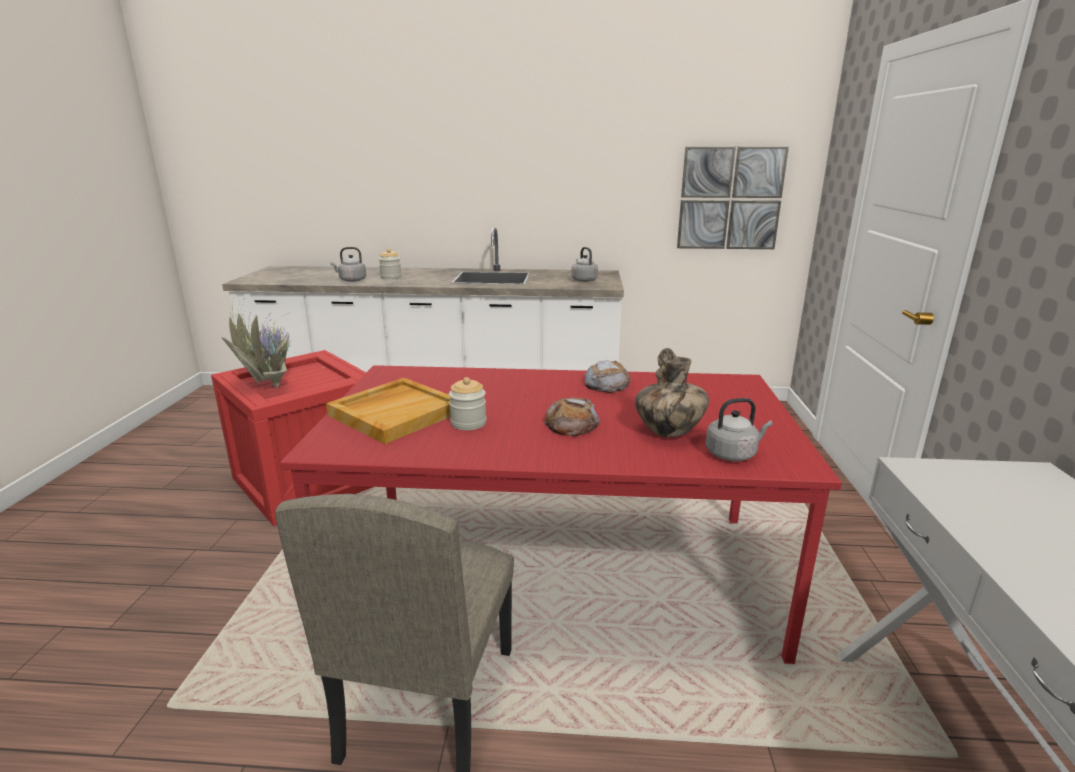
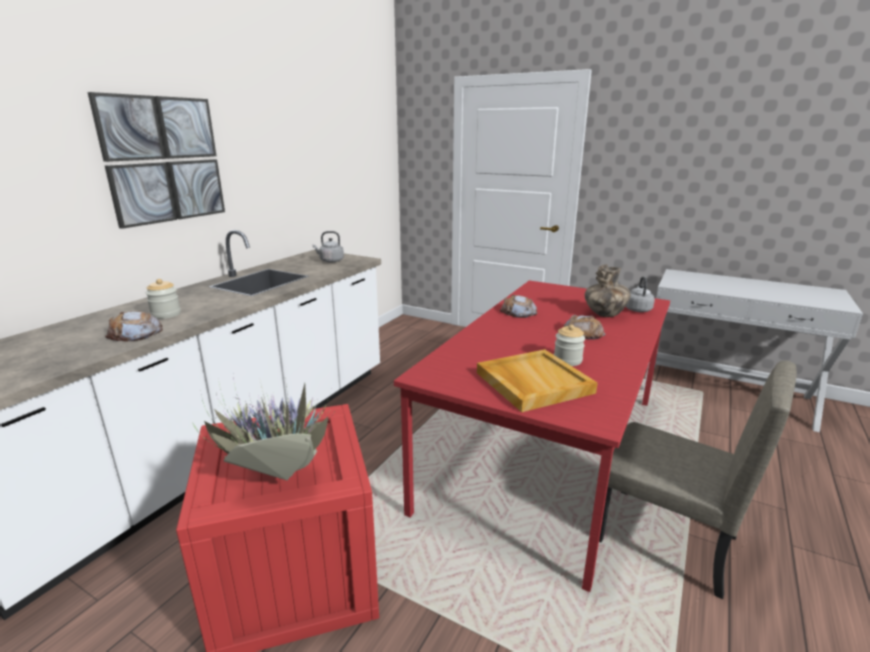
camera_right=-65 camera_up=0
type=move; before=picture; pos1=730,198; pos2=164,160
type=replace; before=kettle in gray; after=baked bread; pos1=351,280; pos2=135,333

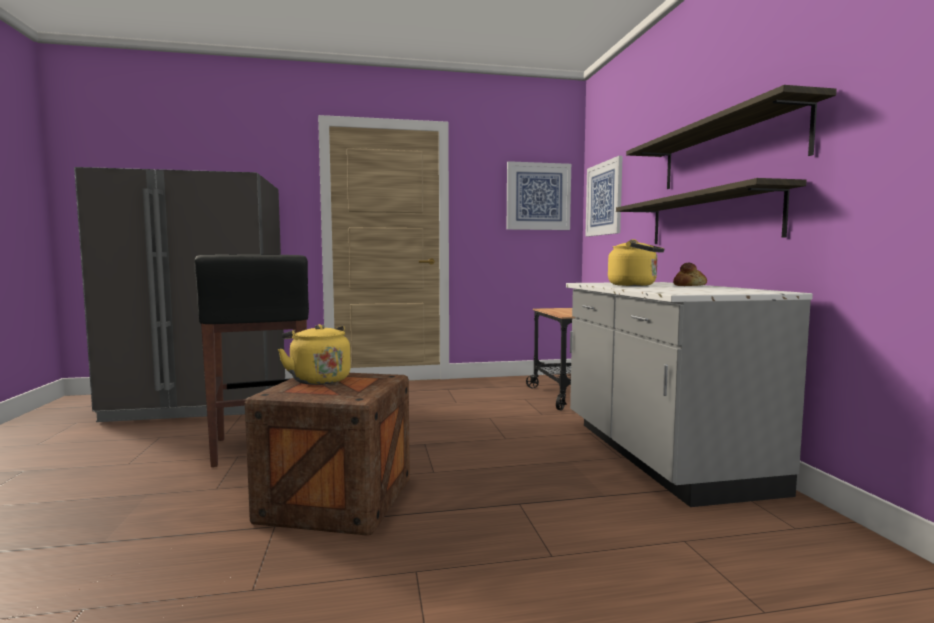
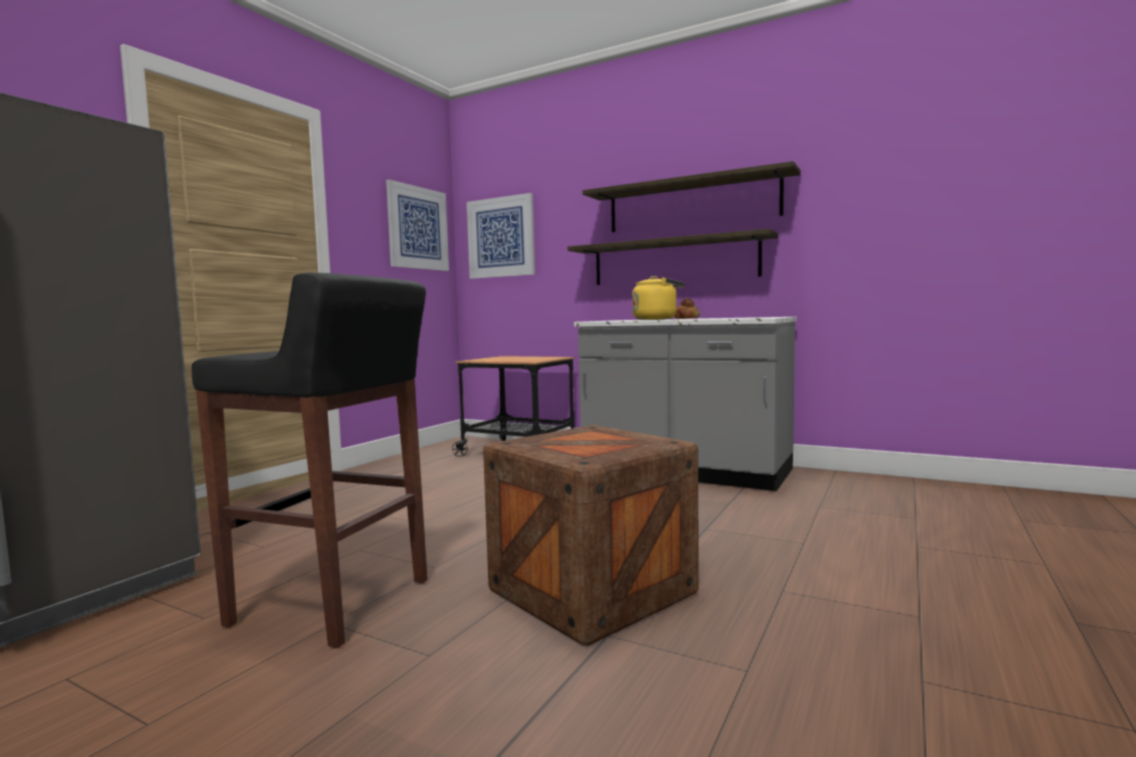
camera_right=-50 camera_up=0
type=delete; before=kettle in yellowish; pos1=318,380

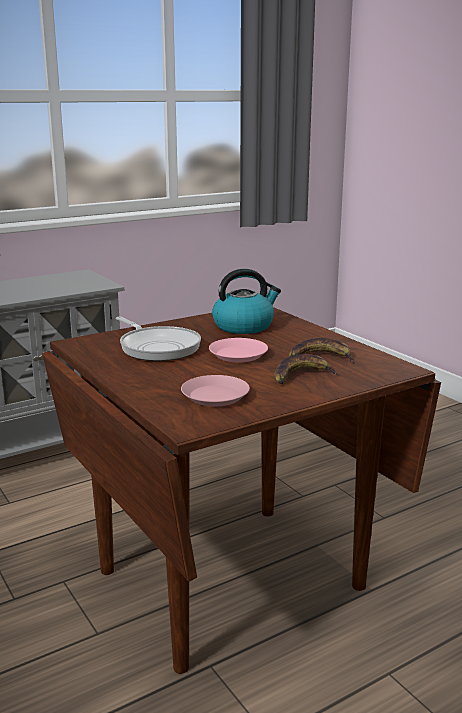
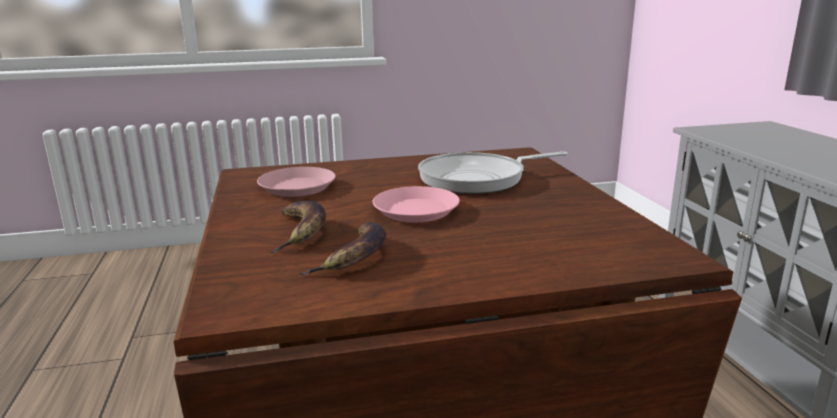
camera_right=110 camera_up=0
type=delete; before=kettle; pos1=244,326

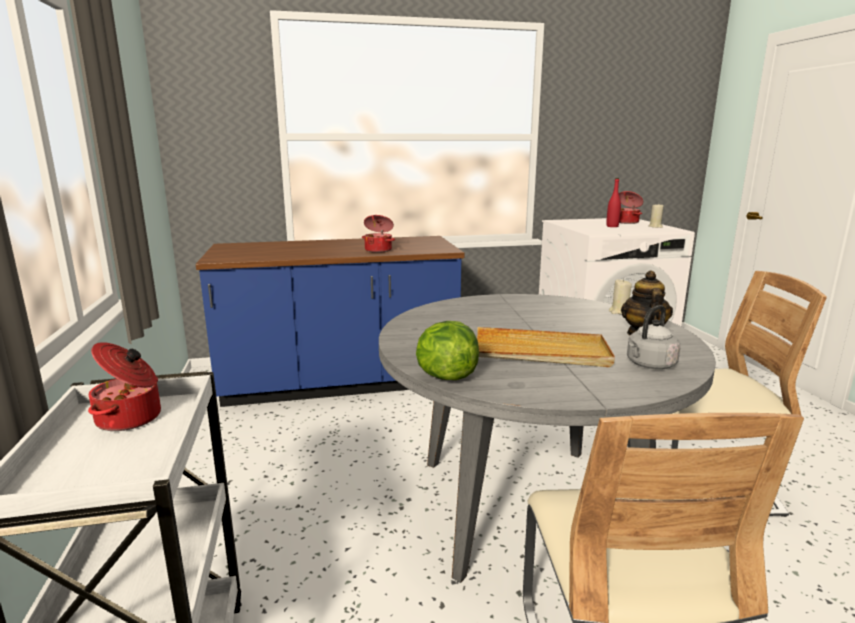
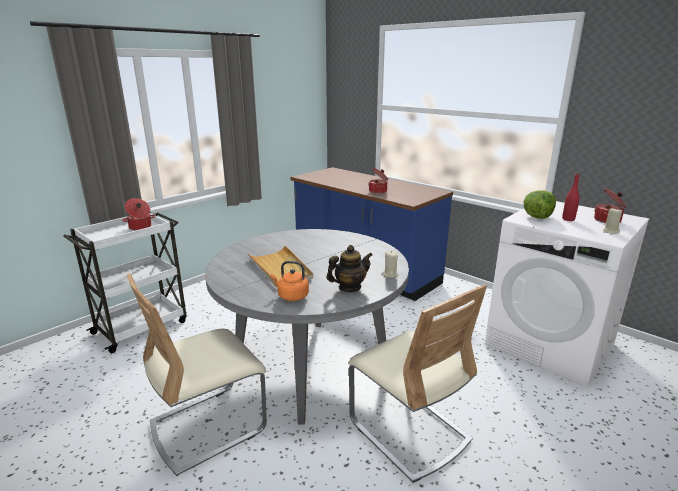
camera_right=55 camera_up=5
type=move; before=head of lettuce; pos1=446,376; pos2=537,217
type=recolor; before=kettle in gray; after=kettle in orange; pos1=649,365; pos2=291,296

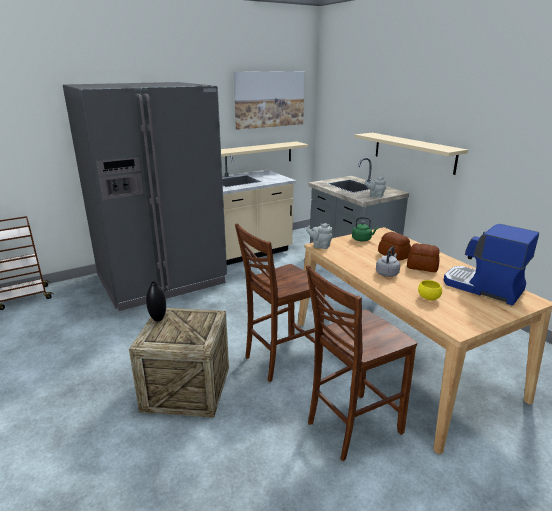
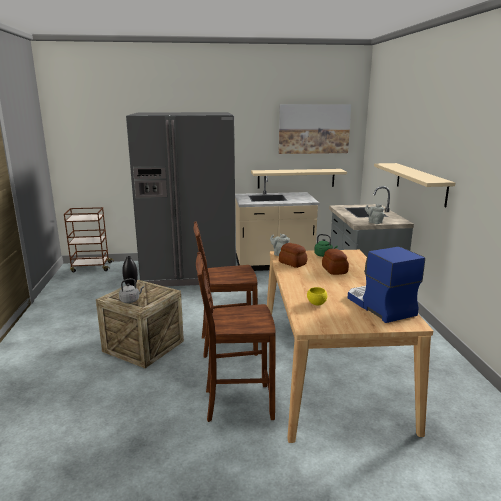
camera_right=25 camera_up=-5
type=move; before=kettle in gray; pos1=387,273; pos2=130,300
type=move; before=baked bread; pos1=422,267; pos2=292,263

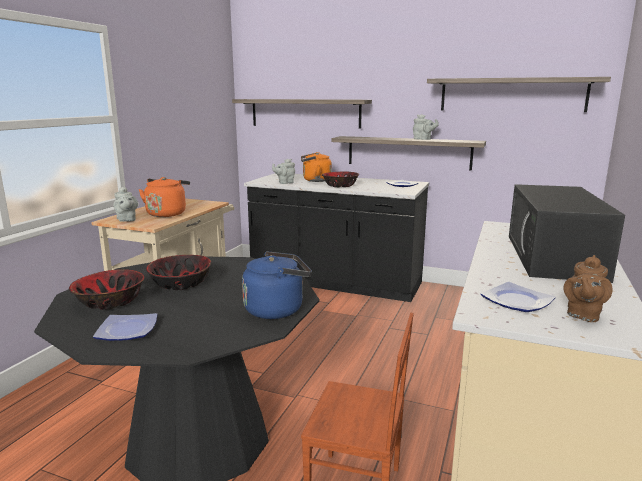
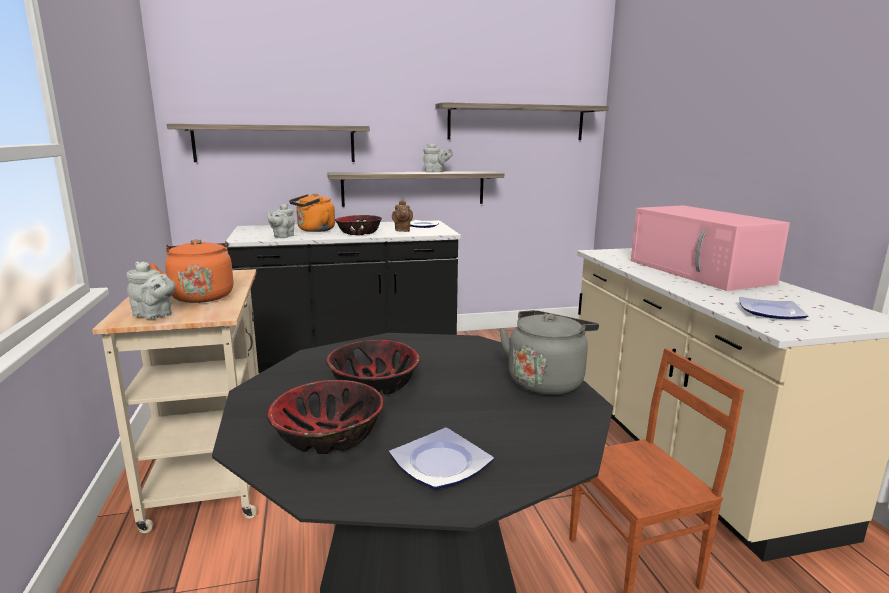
camera_right=-35 camera_up=0
type=move; before=teapot in brown; pos1=582,315; pos2=402,230
type=recolor; before=kettle in bluish; after=kettle in gray; pos1=277,309; pos2=546,381
type=recolor; before=microwave oven in black; after=microwave oven in pink-coloured; pos1=554,257; pos2=700,272

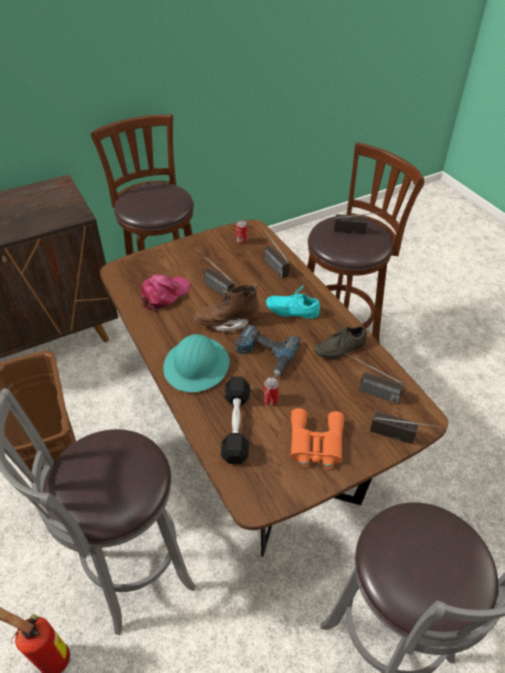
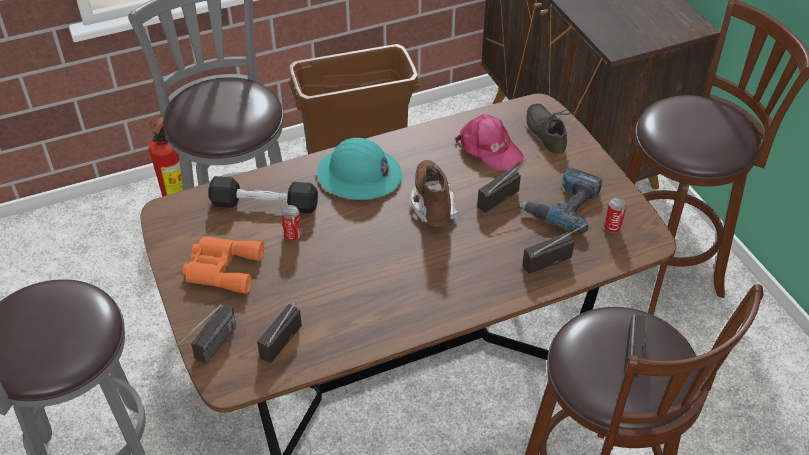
camera_right=95 camera_up=0
type=delete; before=item of footwear in blue-green; pos1=292,309
type=move; before=drill; pos1=264,354; pos2=563,204
type=move; before=item of footwear in gray; pos1=338,347; pos2=547,132

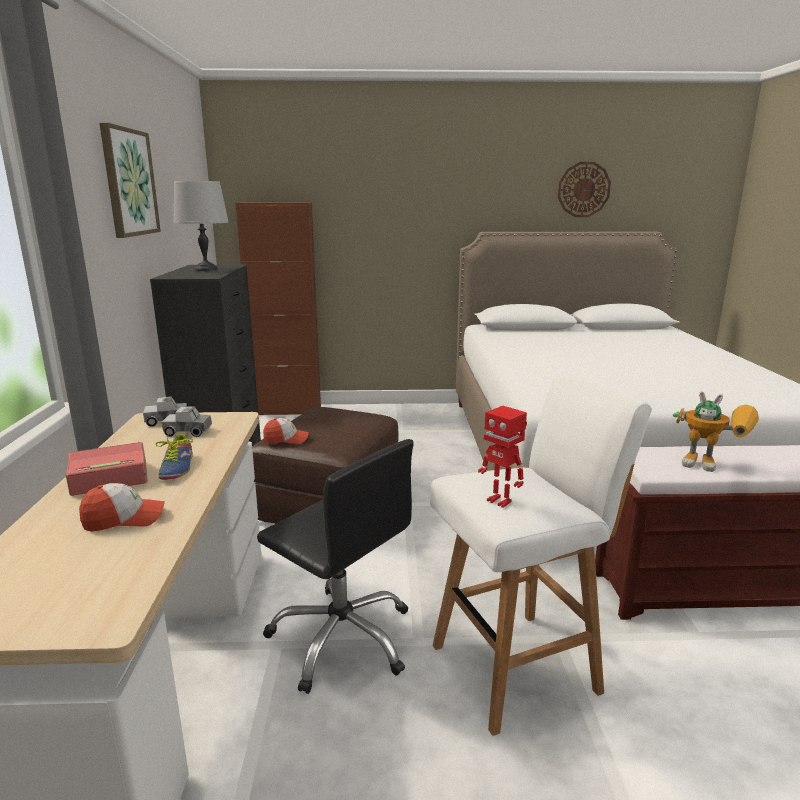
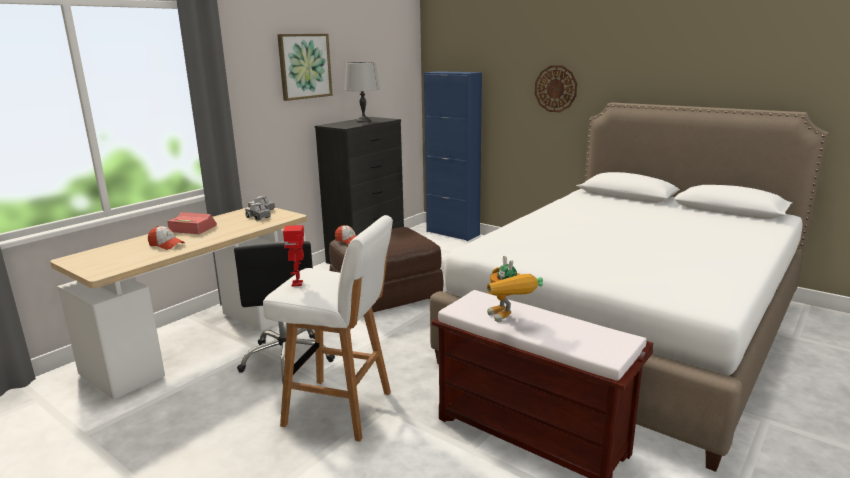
camera_right=40 camera_up=0
type=delete; before=item of footwear; pos1=174,468
type=move; before=hanging clock; pos1=583,189; pos2=555,88
type=recolor; before=cabinet in brown; after=cabinet in bluish; pos1=287,410; pos2=452,233

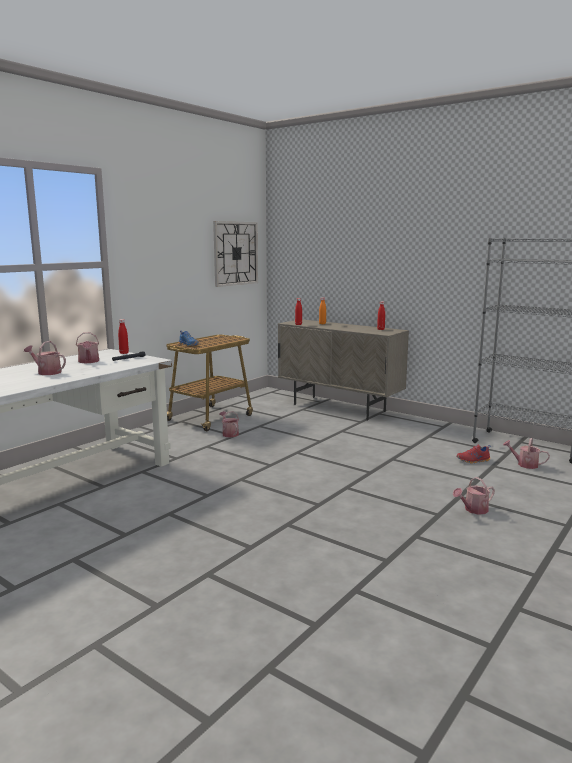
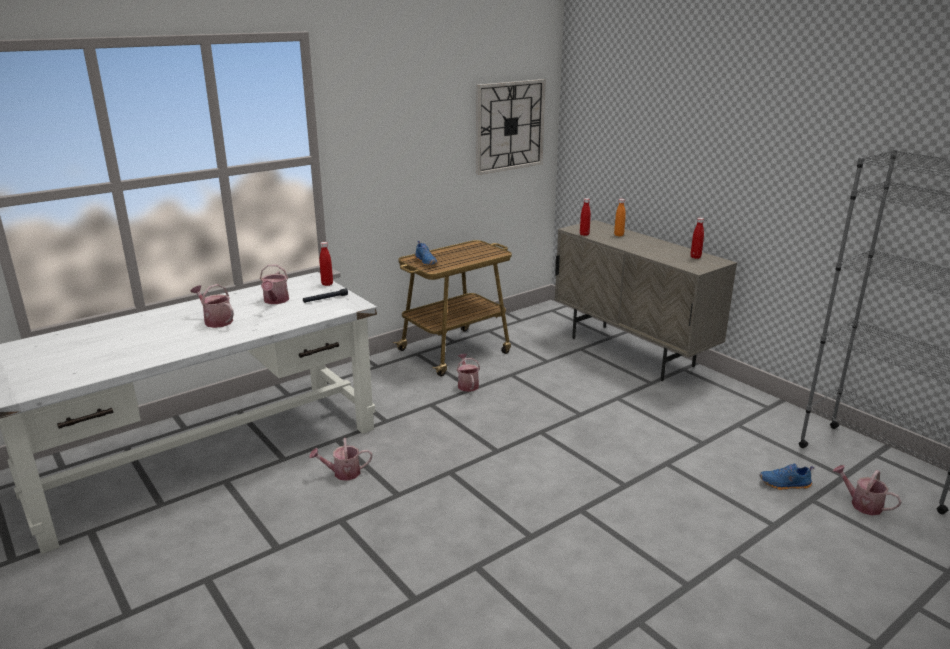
camera_right=15 camera_up=10
type=move; before=watering can; pos1=473,510; pos2=342,473
type=recolor; before=item of footwear in red-coloured; after=item of footwear in bluish; pos1=473,461; pos2=785,484

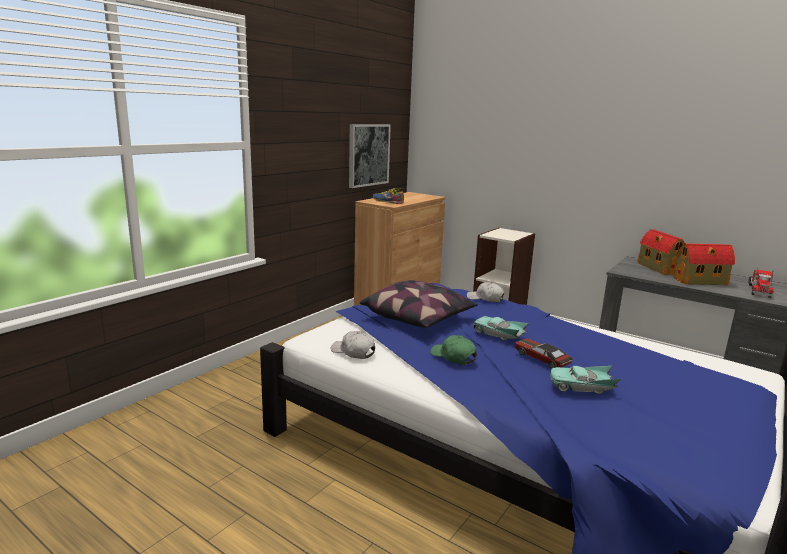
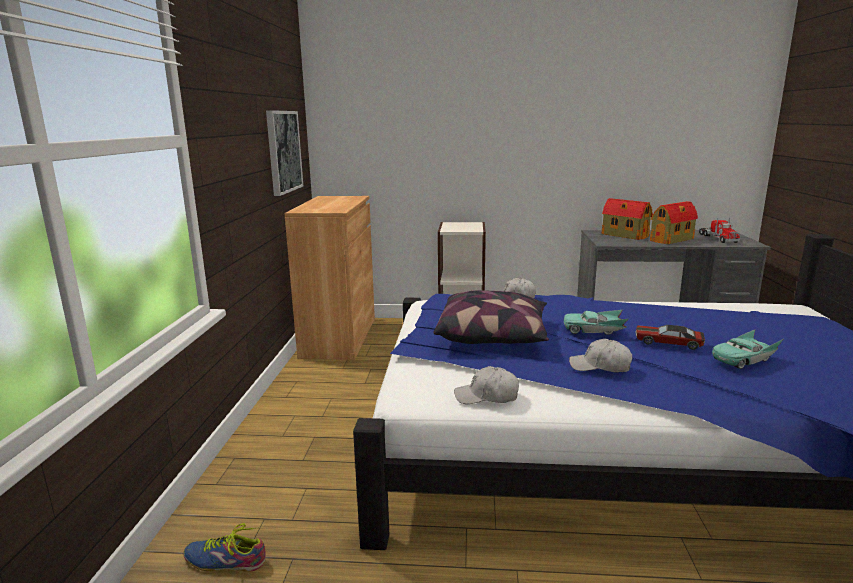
camera_right=-30 camera_up=0
type=move; before=item of footwear; pos1=387,201; pos2=225,561
type=recolor; before=peaked cap in greenish; after=peaked cap in white-coloured; pos1=453,357; pos2=600,366

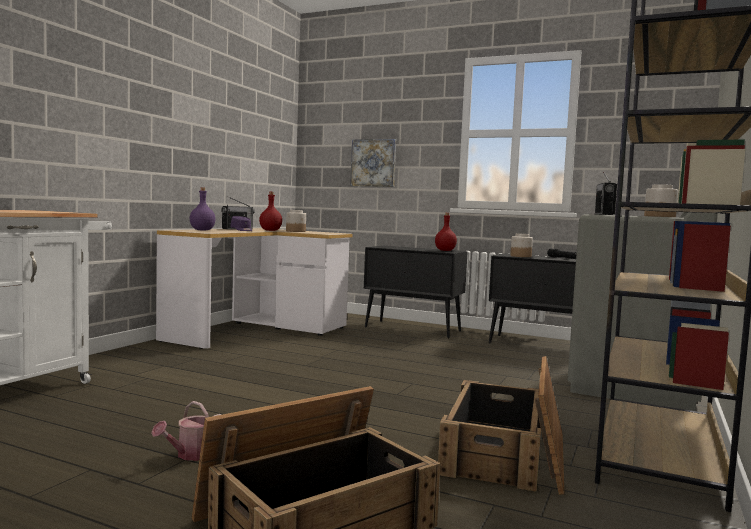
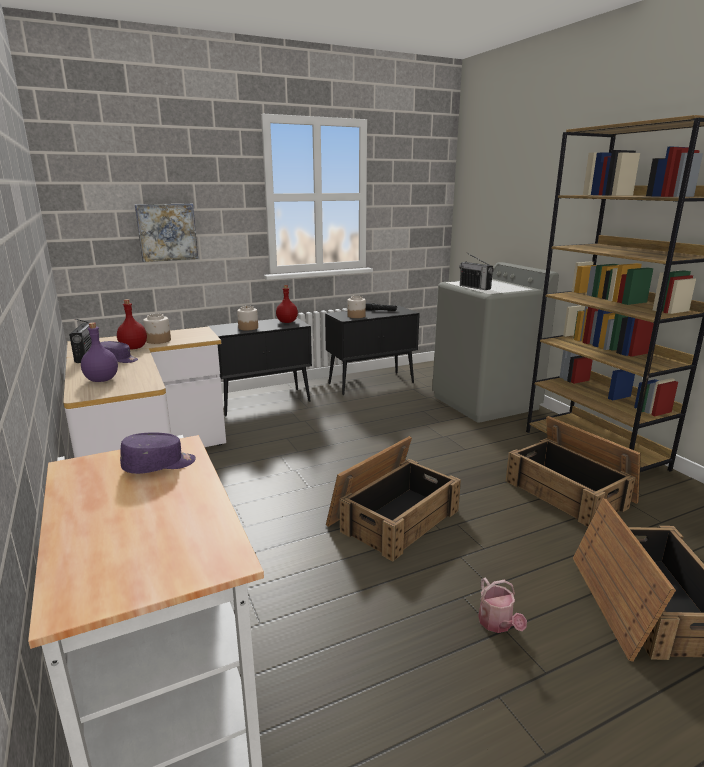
camera_right=-50 camera_up=15
type=insert; after=peaked cap in purple-coloured; pos2=159,465
type=insert; after=crate; pos2=393,517
type=move; before=jar; pos1=659,216; pos2=248,328

